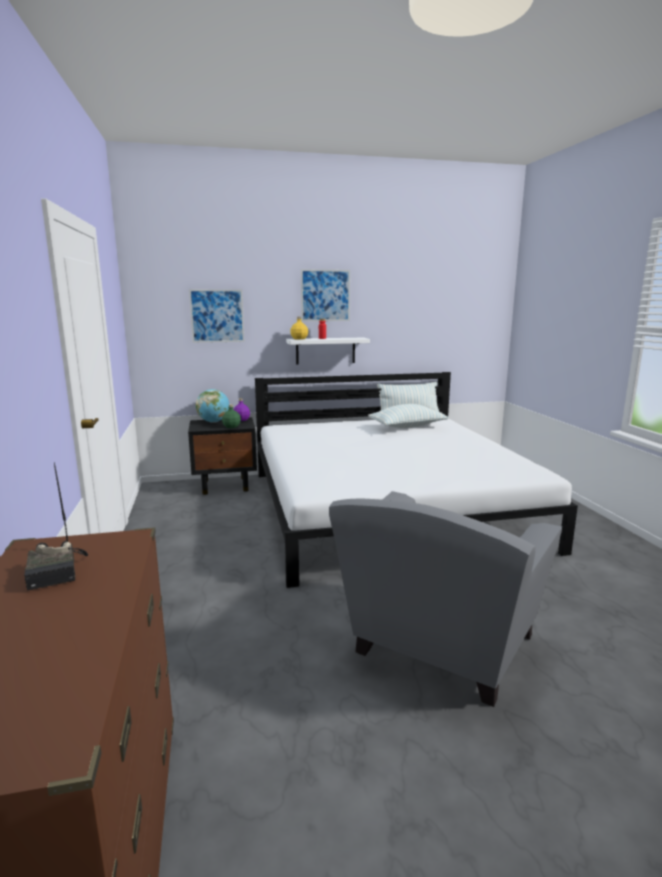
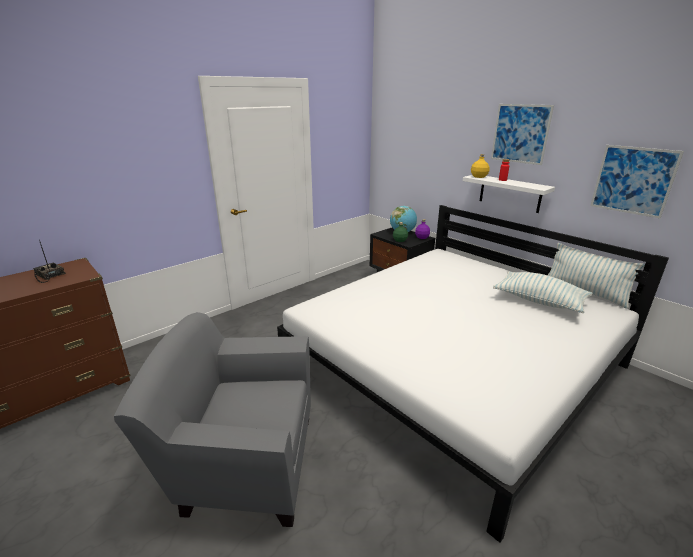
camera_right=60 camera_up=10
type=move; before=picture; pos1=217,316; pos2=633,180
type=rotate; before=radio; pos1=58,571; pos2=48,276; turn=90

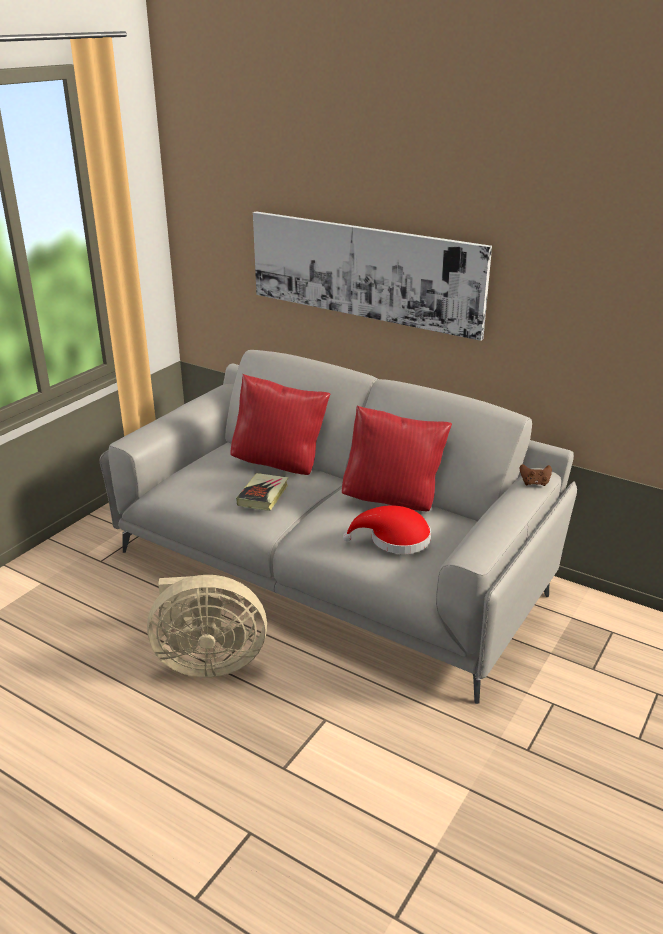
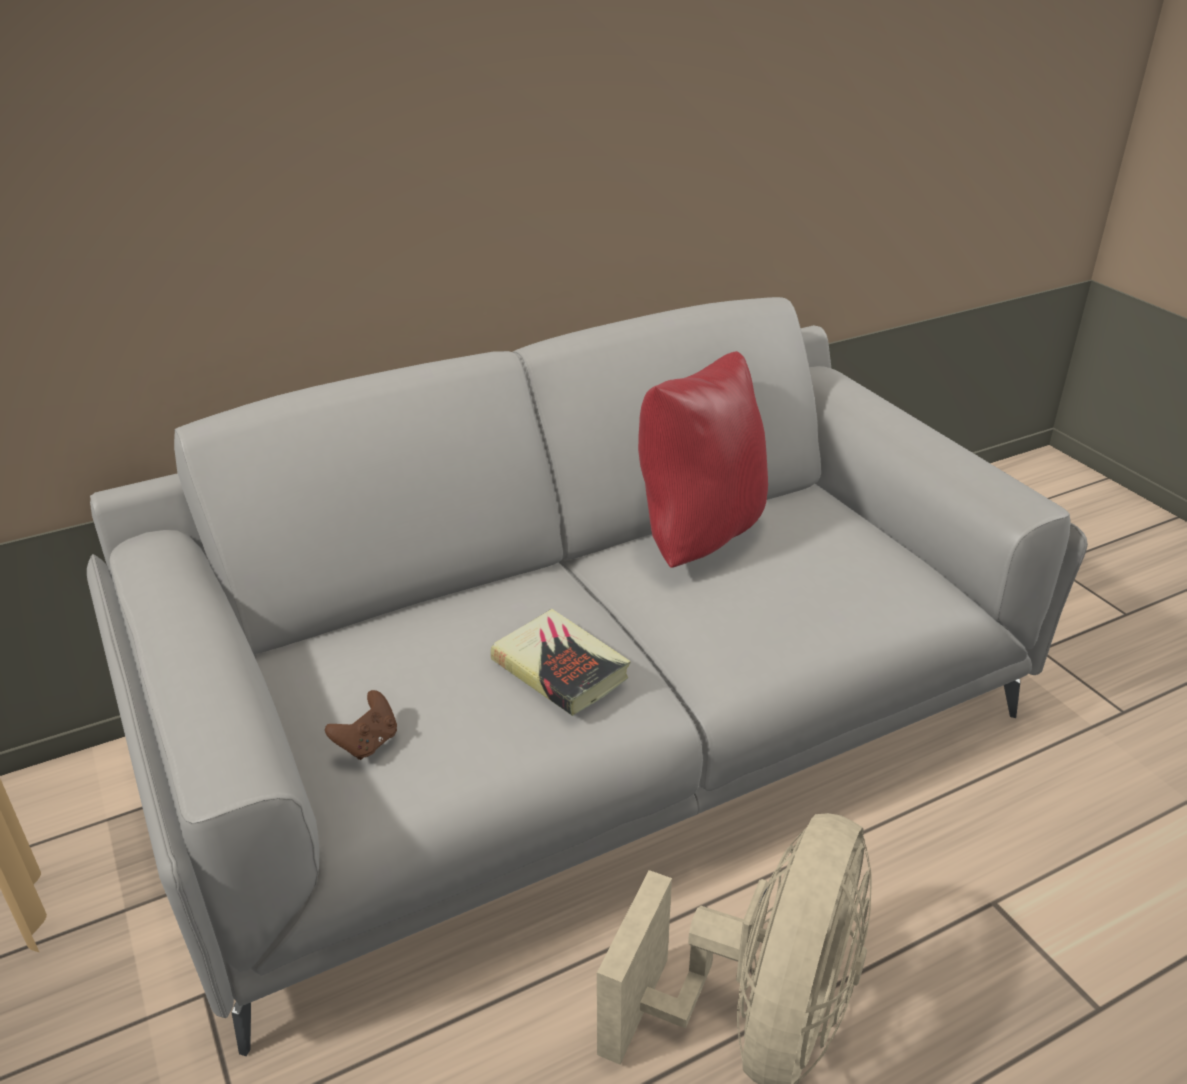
camera_right=-60 camera_up=5
type=delete; before=pillow in red-coloured; pos1=280,464
type=delete; before=picture; pos1=364,271
type=delete; before=clothing hat in red-coloured; pos1=394,539
type=move; before=joypad in brown; pos1=534,483; pos2=368,743

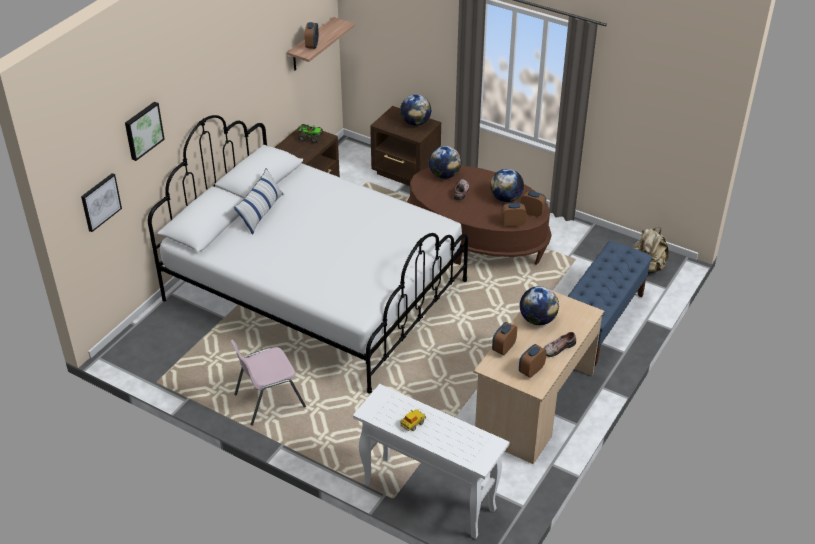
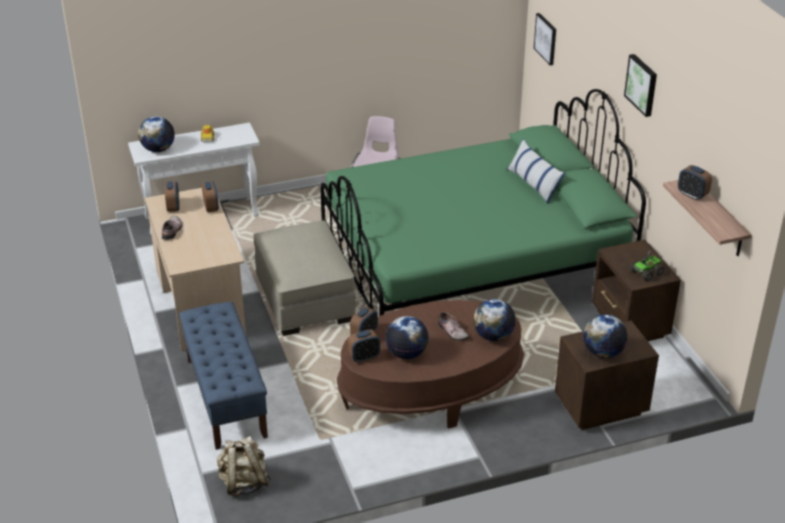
camera_right=130 camera_up=-5
type=insert; after=footrest in sand-coloured; pos2=305,299
type=move; before=picture; pos1=143,130; pos2=642,84
type=move; before=desk globe; pos1=538,320; pos2=158,149
type=recolor; before=sleeping bed in white-coloured; after=sleeping bed in greenish; pos1=316,290; pos2=472,265

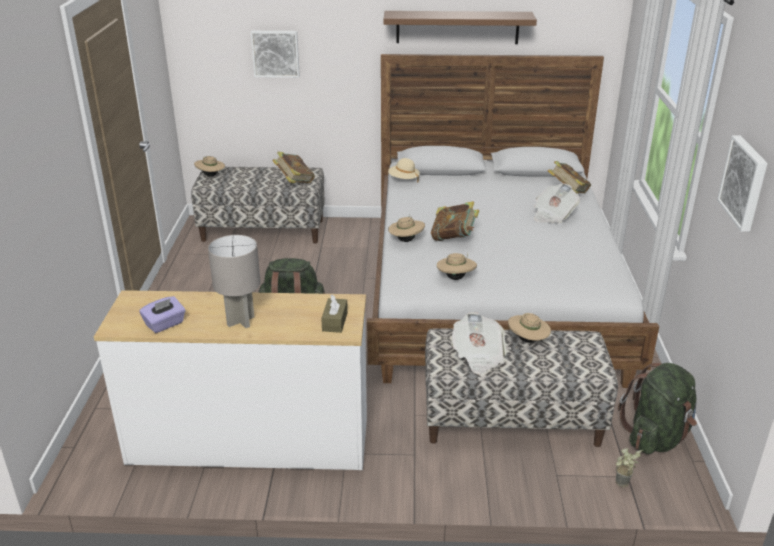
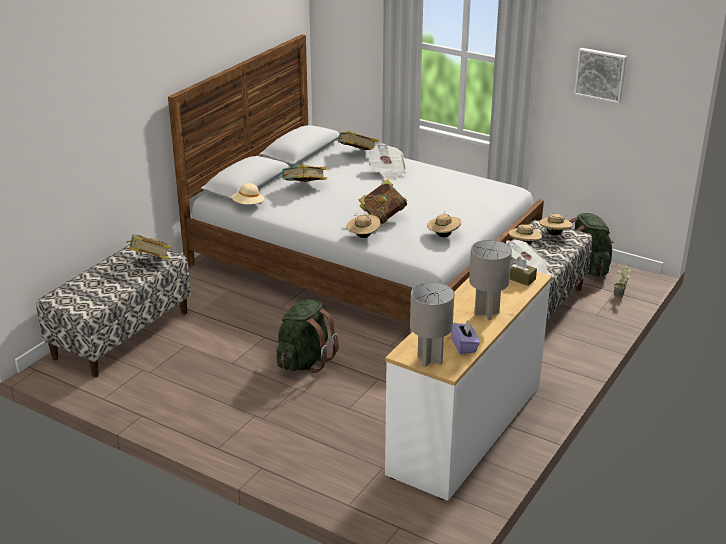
camera_right=-60 camera_up=0
type=delete; before=picture; pos1=275,53
type=delete; before=shelf in brown; pos1=457,27
type=insert; after=book; pos2=304,188
type=insert; after=table lamp in gray; pos2=430,360
type=move; before=clothing hat in sand-coloured; pos1=211,176; pos2=554,234

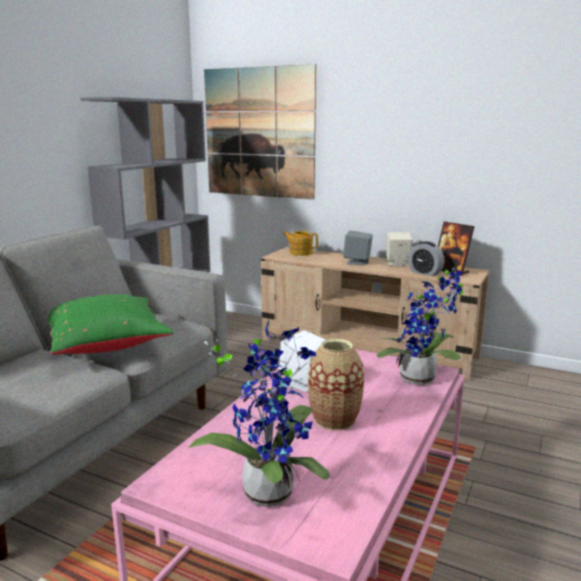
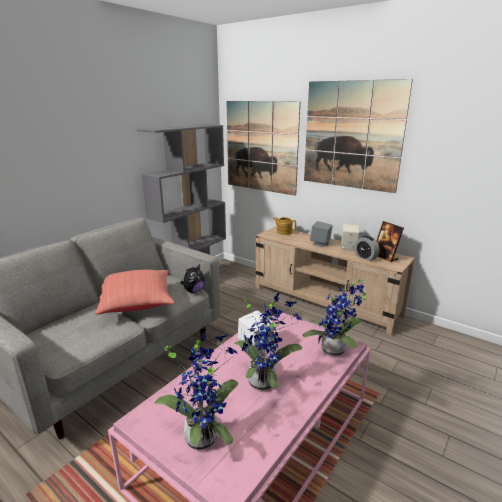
camera_right=10 camera_up=5
type=insert; after=soft toy; pos2=193,291
type=insert; after=picture; pos2=352,135
type=replace; before=vase; after=houseplant; pos1=335,419; pos2=264,380
type=recolor; before=pillow in greenish; after=pillow in red-coloured; pos1=108,345; pos2=137,303

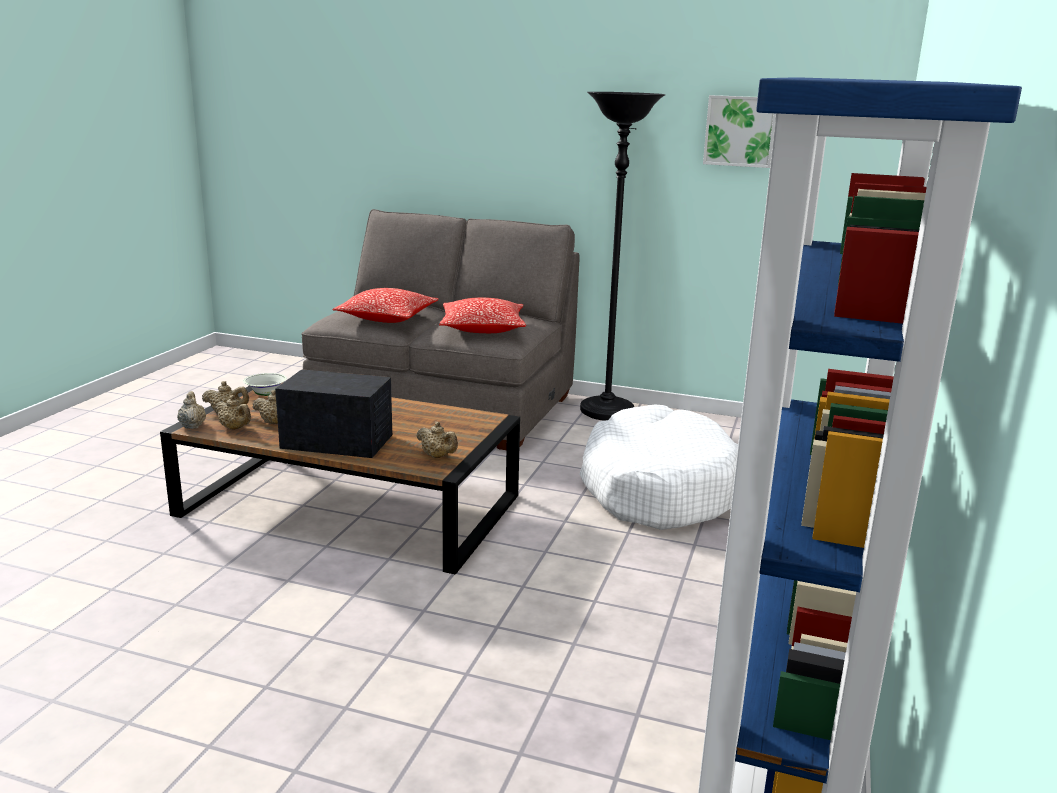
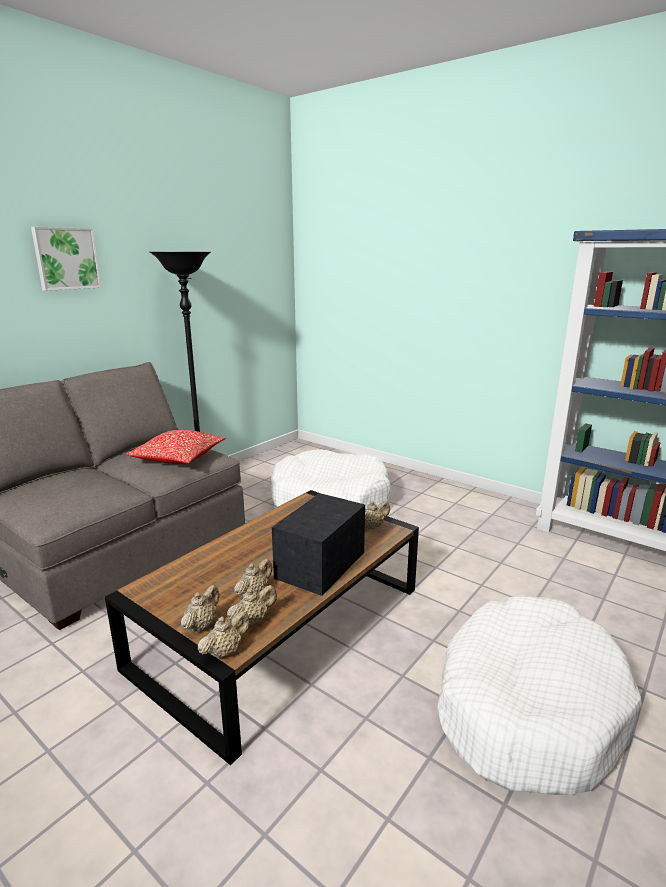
camera_right=-70 camera_up=0
type=delete; before=bowl in white-coloured; pos1=266,394
type=delete; before=pillow; pos1=387,318
type=insert; after=dog bed in white-coloured; pos2=527,705
type=move; before=picture; pos1=740,131; pos2=66,258
type=rotate; before=teapot in sand-coloured; pos1=193,426; pos2=225,651; turn=135

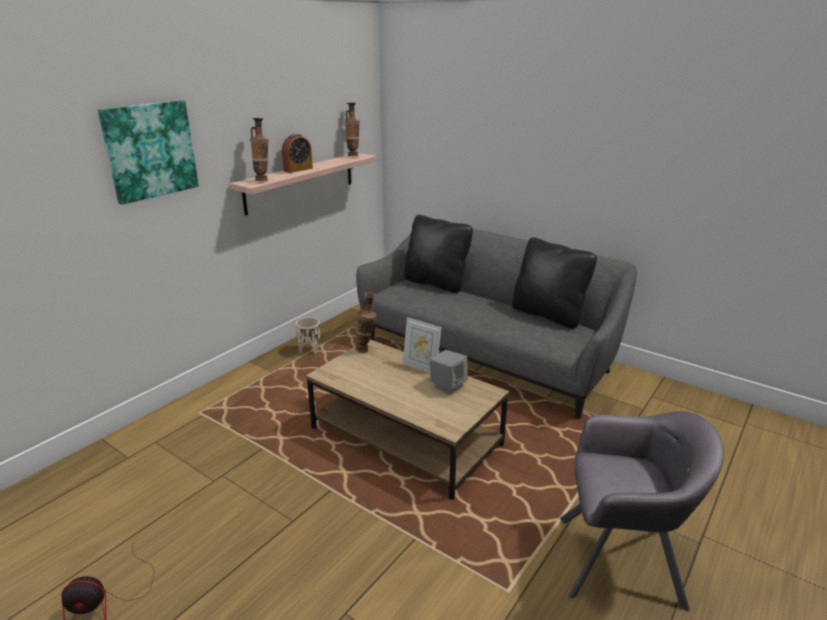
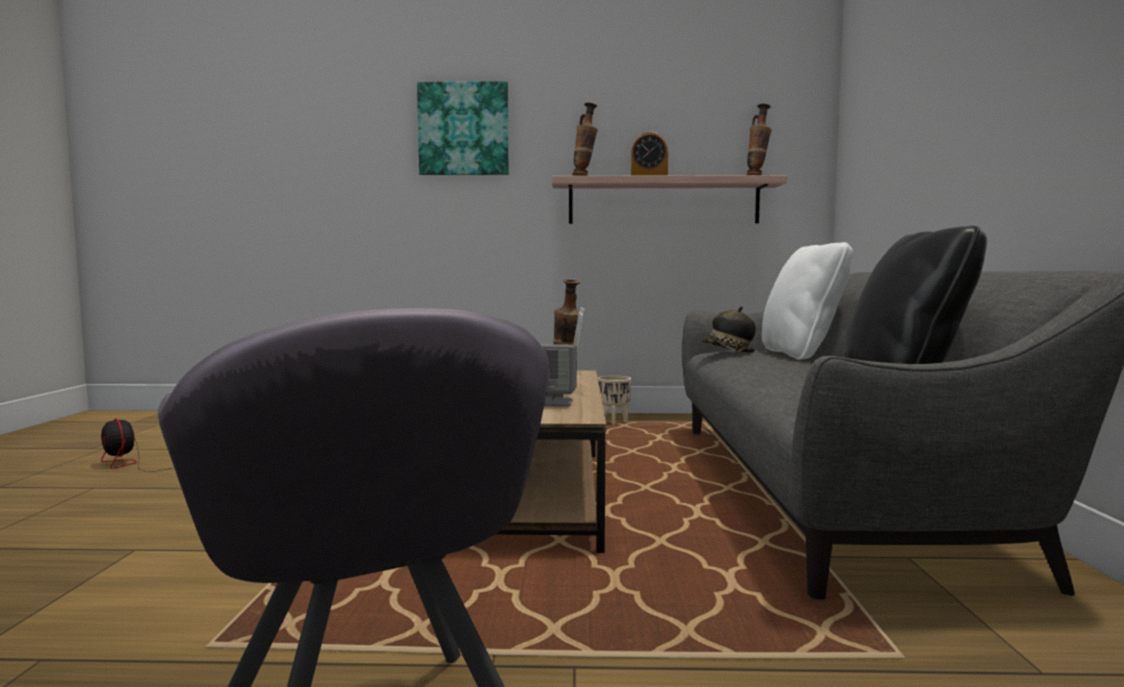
camera_right=55 camera_up=-20
type=insert; after=clothing hat; pos2=728,352
type=recolor; before=pillow in black; after=pillow in white-coloured; pos1=436,283; pos2=801,354

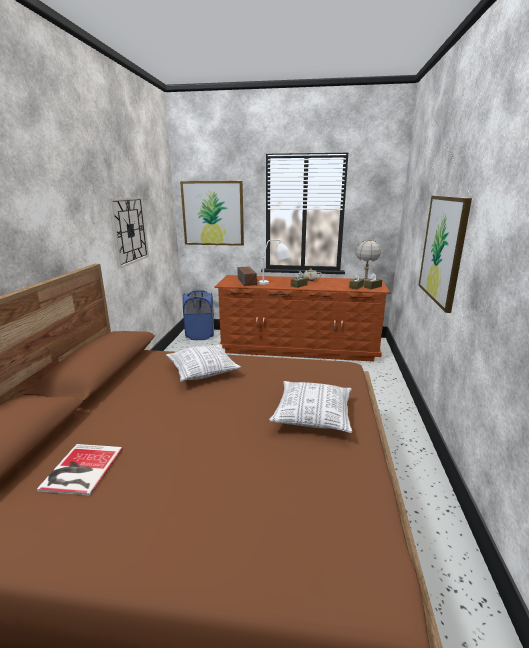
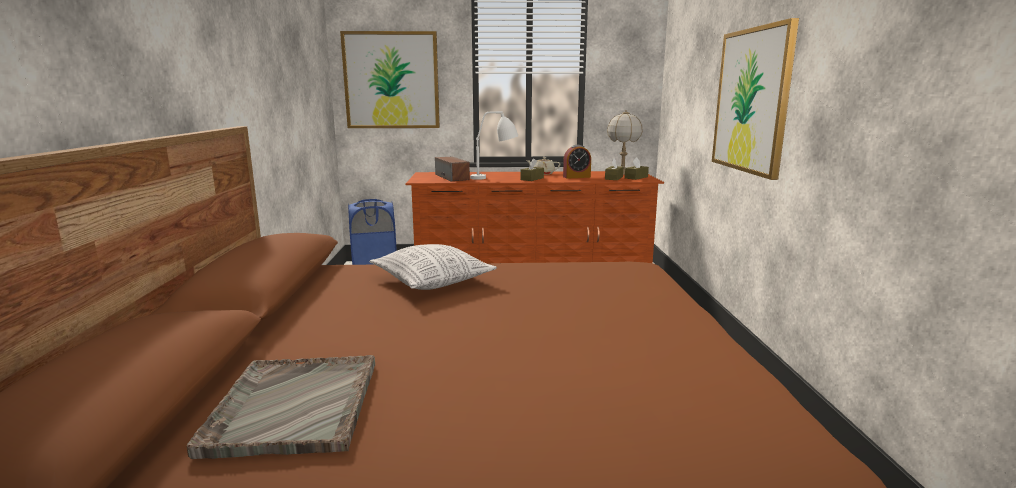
camera_right=-10 camera_up=-5
type=delete; before=hanging clock; pos1=129,230
type=delete; before=pillow; pos1=313,415
type=insert; after=alarm clock; pos2=576,177
type=replace; before=book; after=tray in gray; pos1=80,469; pos2=294,406

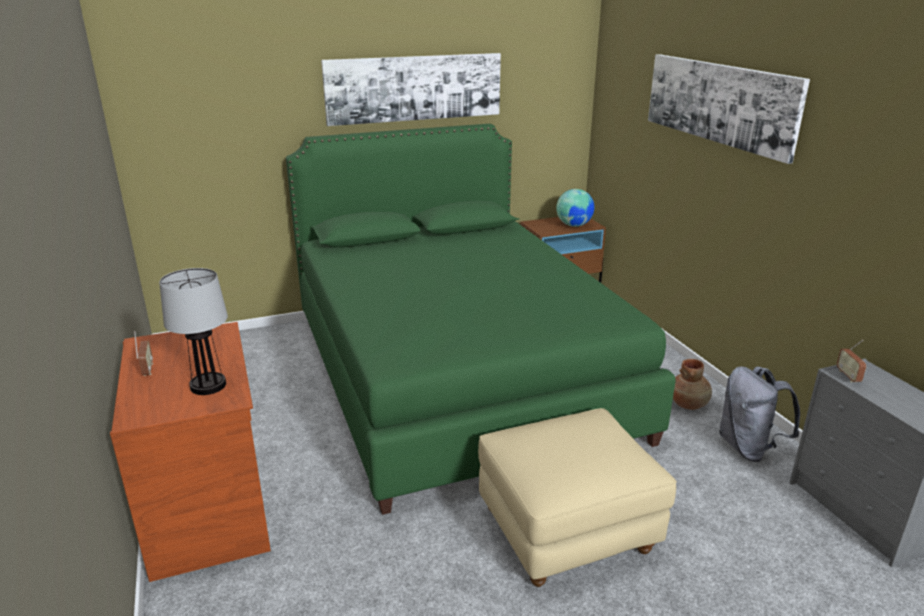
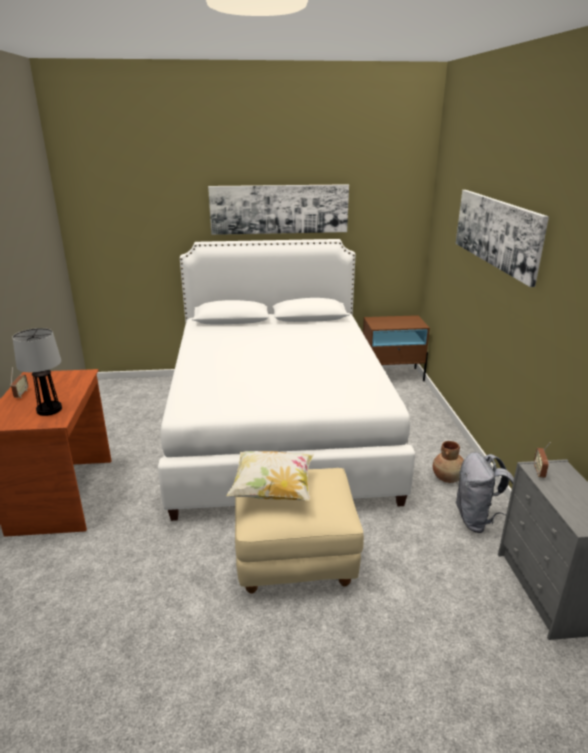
camera_right=15 camera_up=0
type=delete; before=desk globe; pos1=574,225
type=insert; after=pillow; pos2=272,490
type=recolor; before=sleeping bed in greenish; after=sleeping bed in white-coloured; pos1=456,374; pos2=277,428

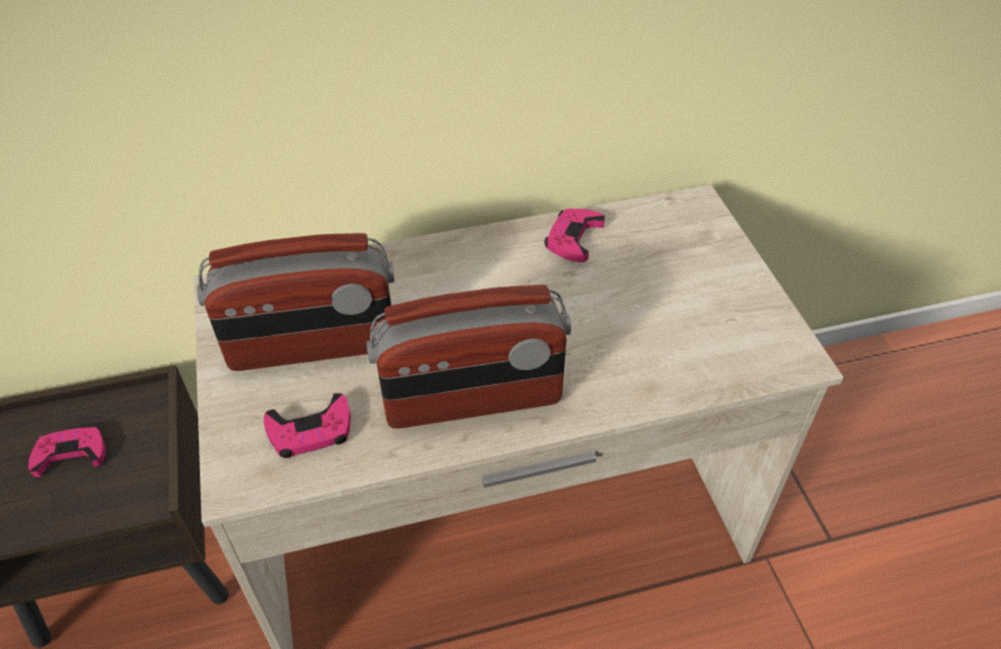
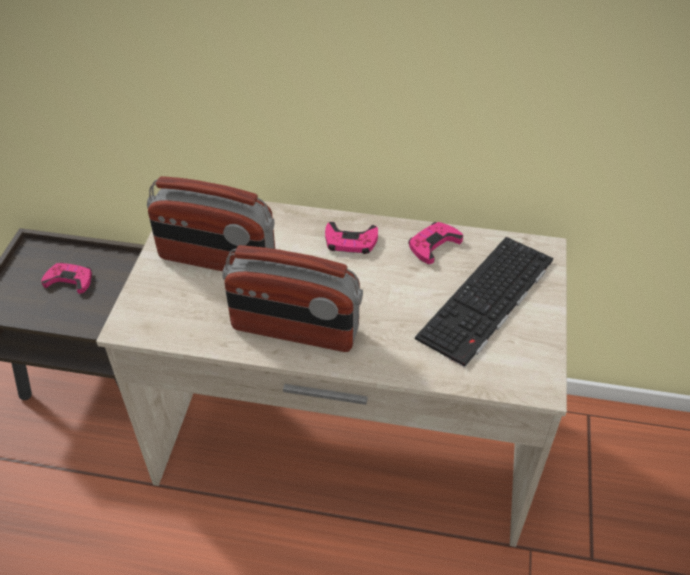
camera_right=25 camera_up=0
type=insert; after=PC keyboard; pos2=487,301
type=move; before=joypad in pink-coloured; pos1=310,431; pos2=350,242

